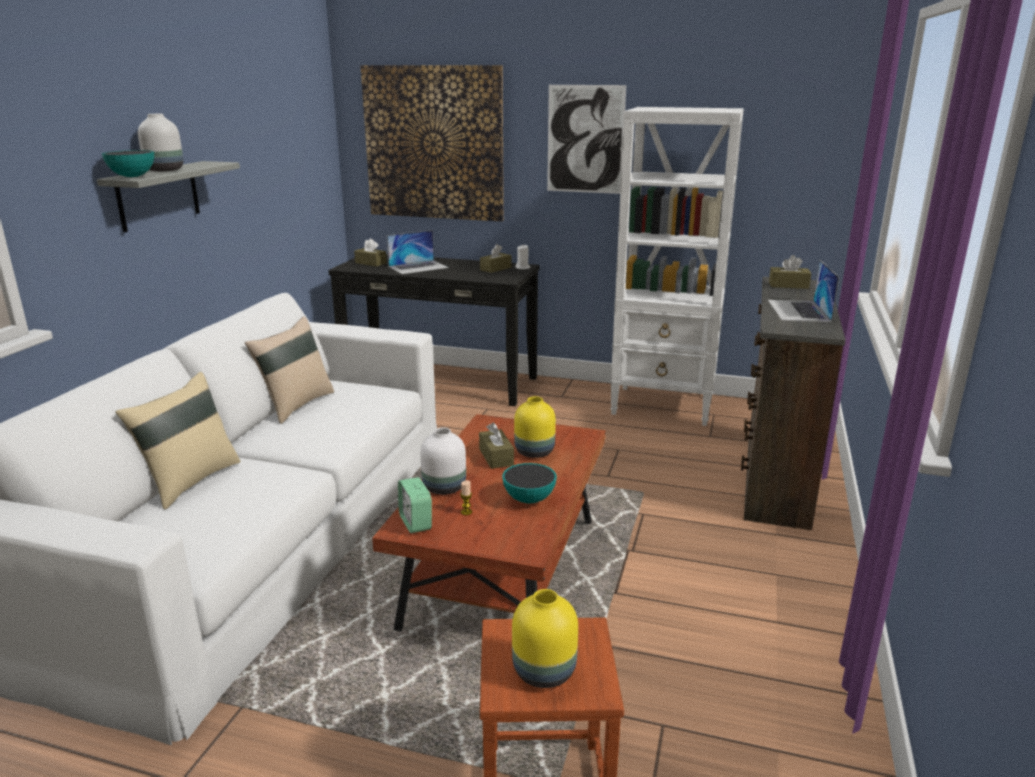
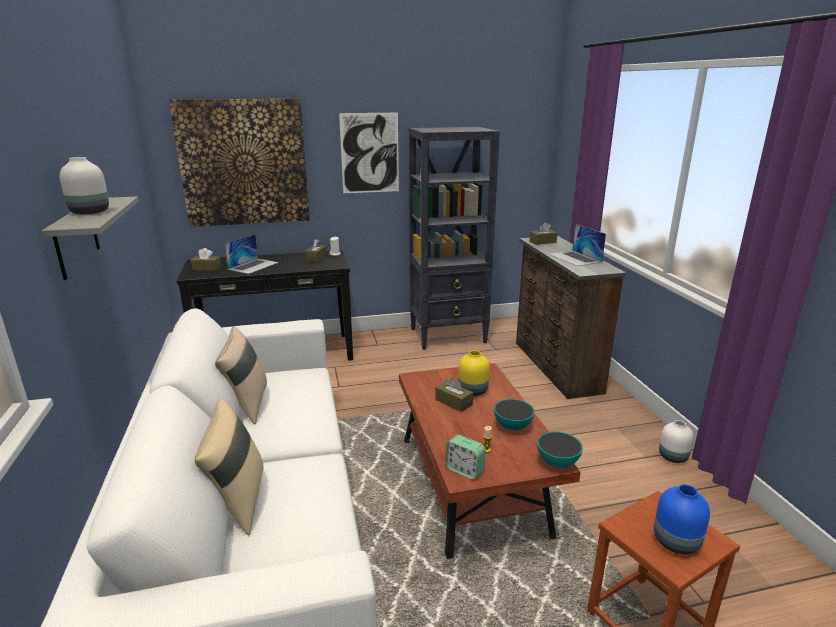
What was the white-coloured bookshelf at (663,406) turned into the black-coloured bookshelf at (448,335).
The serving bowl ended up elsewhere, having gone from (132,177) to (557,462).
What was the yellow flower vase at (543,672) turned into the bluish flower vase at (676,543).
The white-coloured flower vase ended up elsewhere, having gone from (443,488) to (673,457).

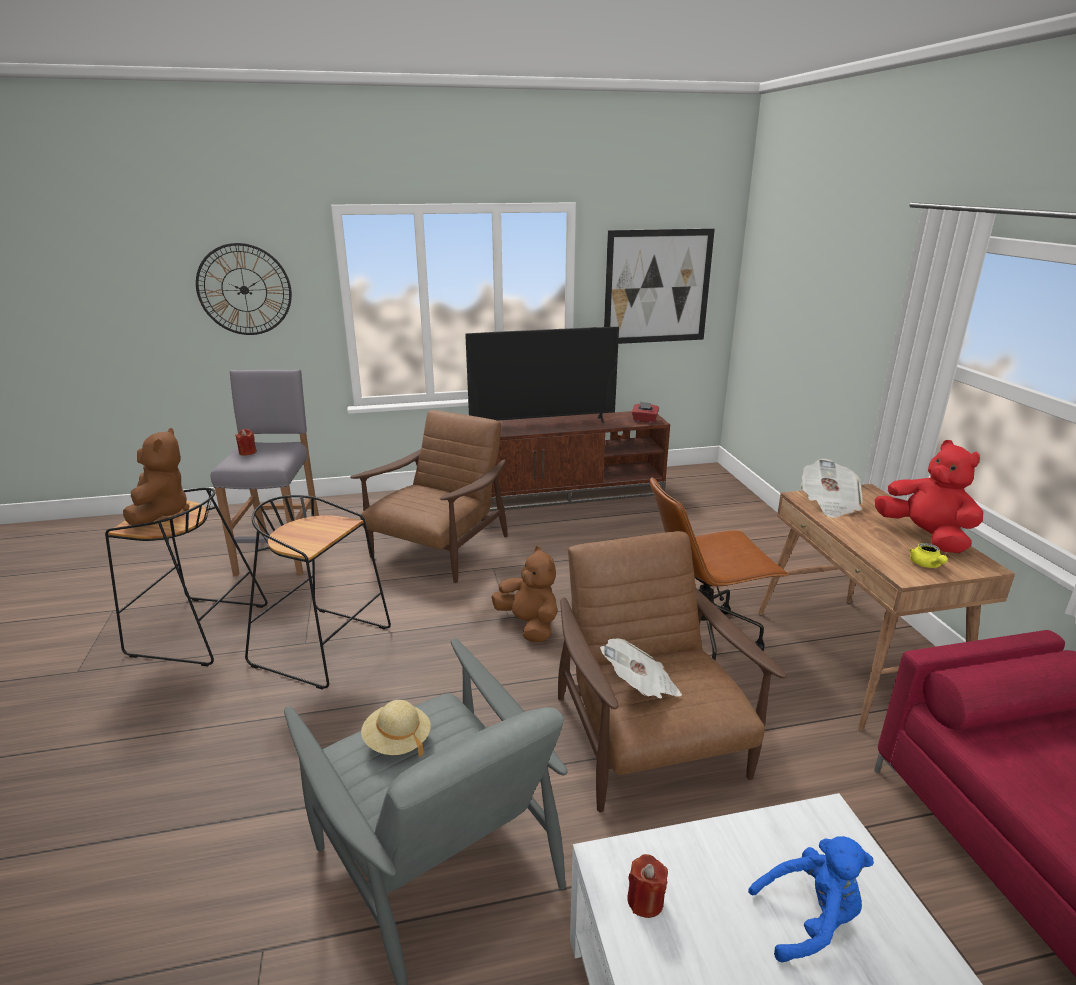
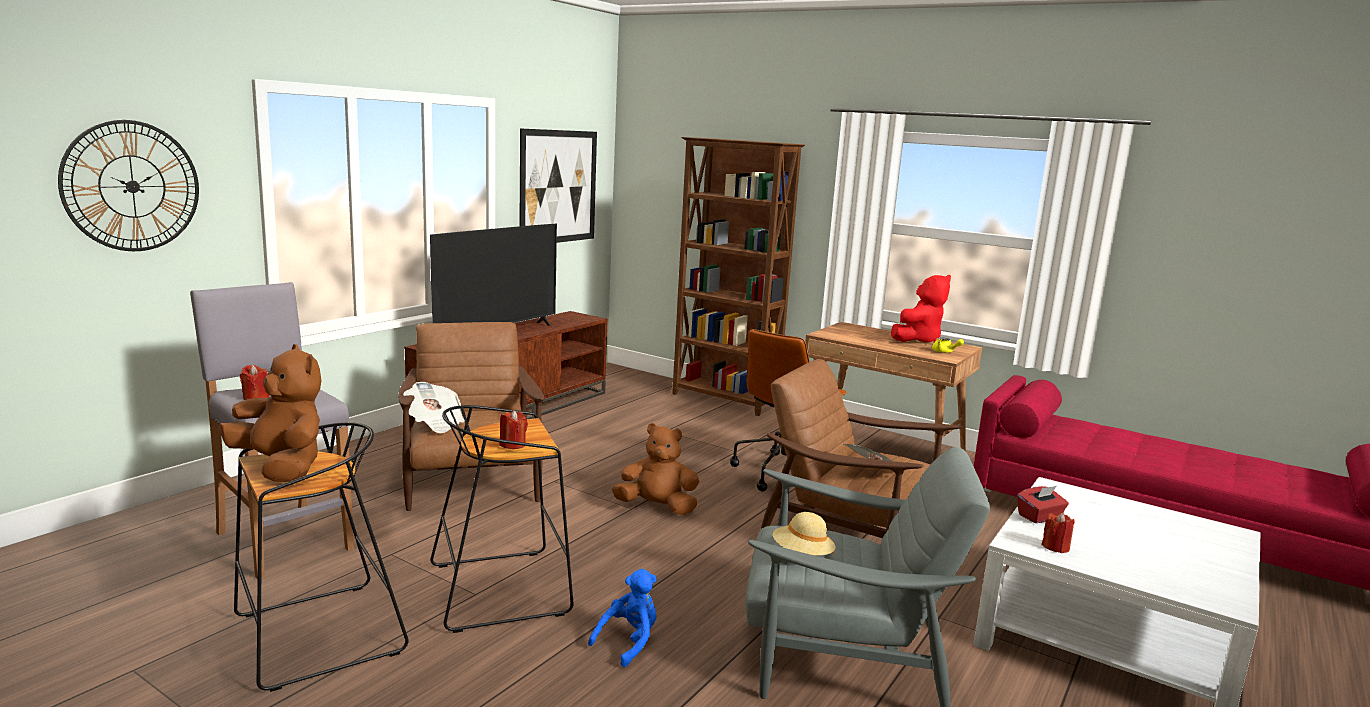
The daily paper ended up elsewhere, having gone from (829,504) to (435,423).
The second view gained the red-coloured wax candle at (513,444).
The bluish cuddly toy ended up elsewhere, having gone from (809,919) to (629,642).
The second view gained the brown bookshelf at (725,400).
The red-coloured cuddly toy at (925,536) ended up facing another way, 120 degrees clockwise from before.
The red-coloured box of tissues ended up elsewhere, having gone from (644,420) to (1040,517).

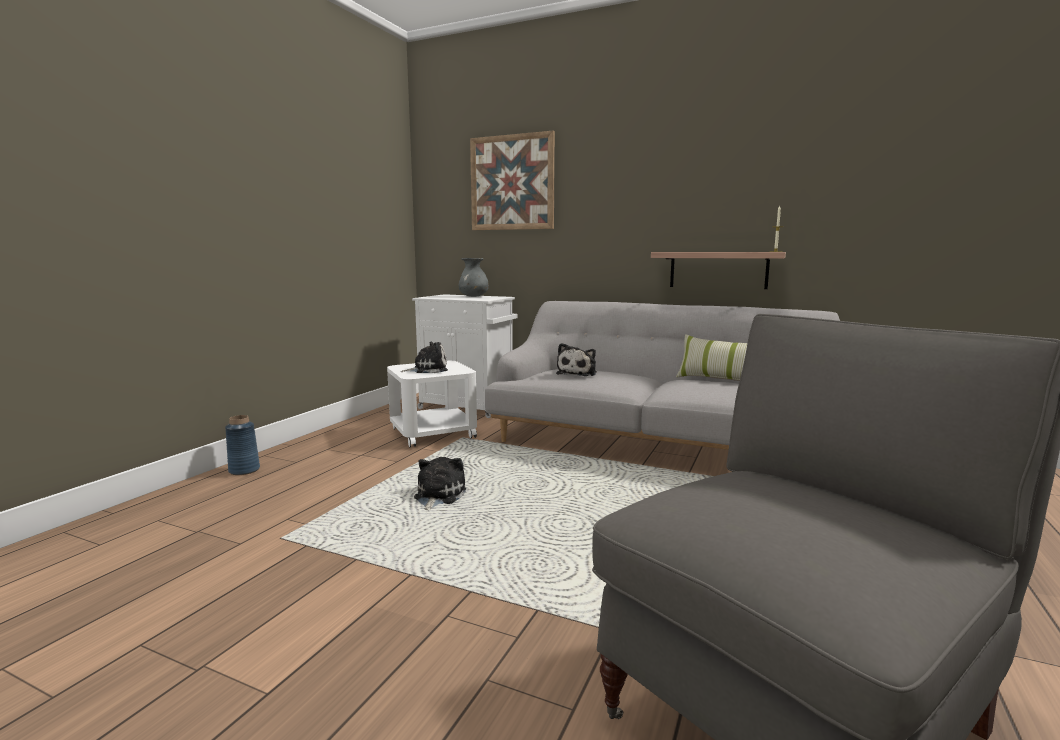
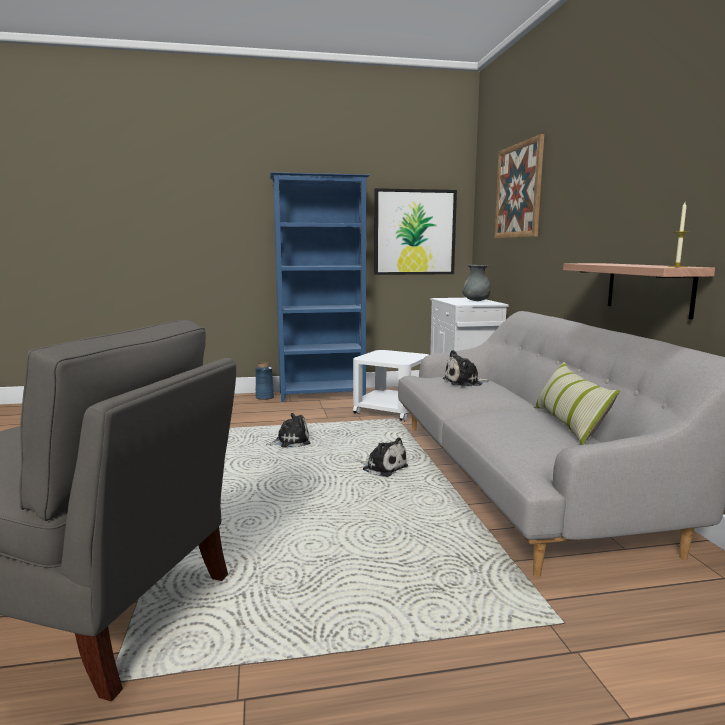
The second view gained the bluish bookshelf at (323,395).
The cuddly toy ended up elsewhere, having gone from (428,369) to (383,467).
The second view gained the wall art at (414,232).

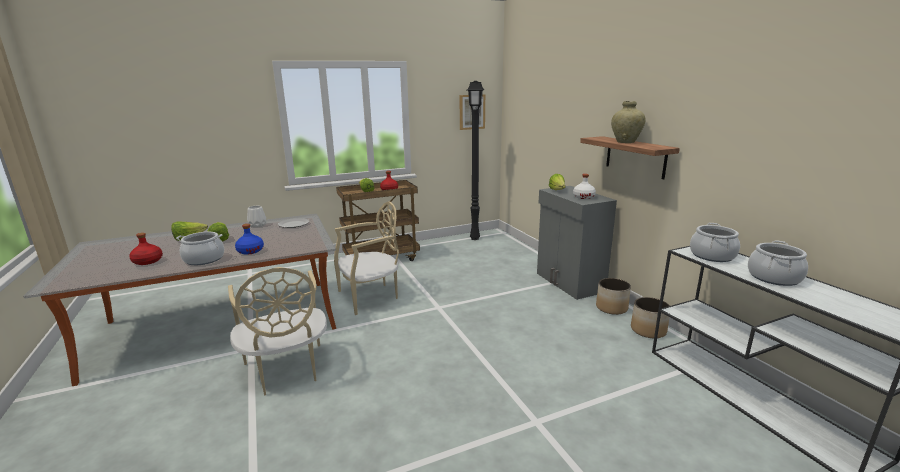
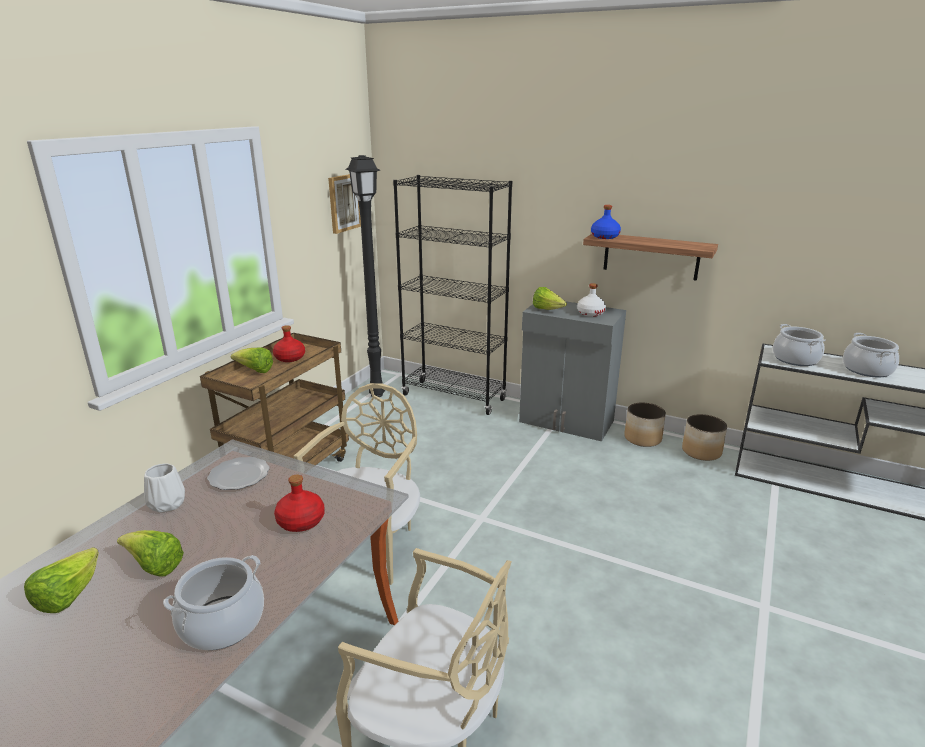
The red-coloured drink bottle ended up elsewhere, having gone from (148,261) to (300,521).
The second view gained the black-coloured bookshelf at (454,397).
The bluish drink bottle ended up elsewhere, having gone from (250,251) to (604,237).
The second view lost the beige-coloured flower vase at (625,142).

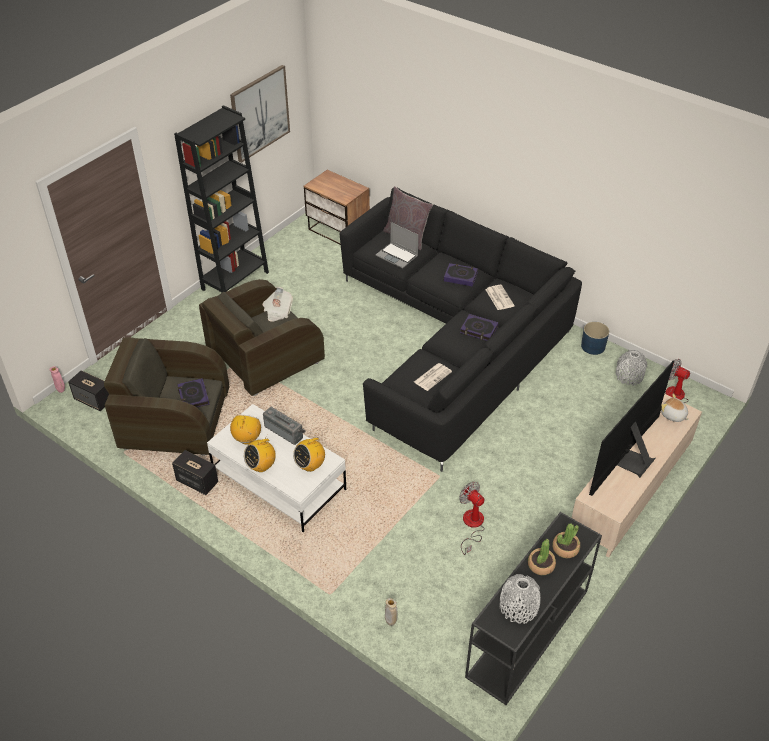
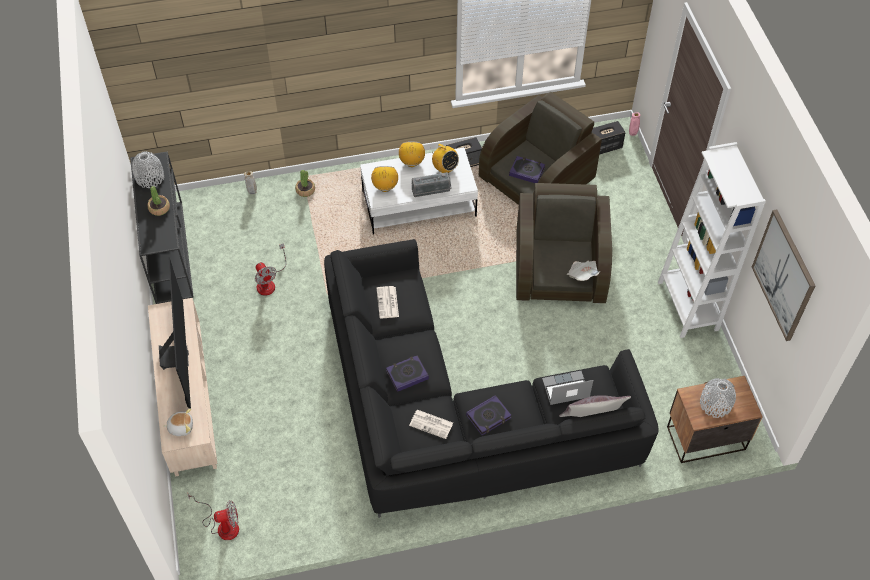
The fan at (472,525) ended up facing another way, 60 degrees clockwise from before.
The plant in a pot ended up elsewhere, having gone from (565,548) to (305,190).
What was the black-coloured bookshelf at (235,281) turned into the white-coloured bookshelf at (688,306).
The greyish flower vase ended up elsewhere, having gone from (629,376) to (715,404).
The second view lost the bluish flower pot at (593,346).

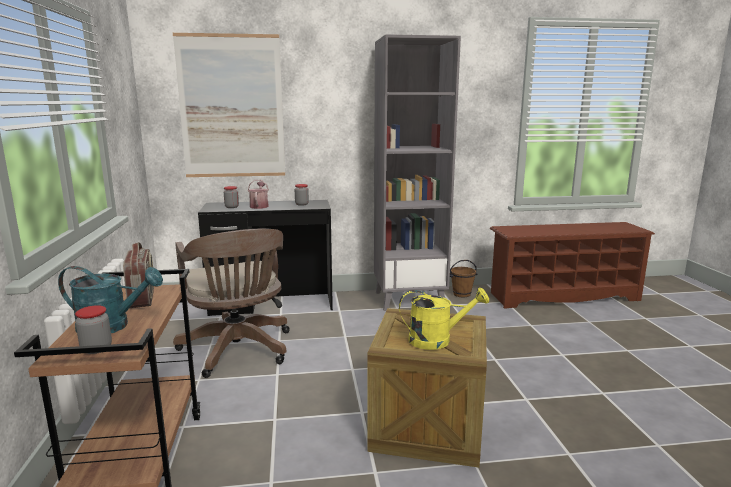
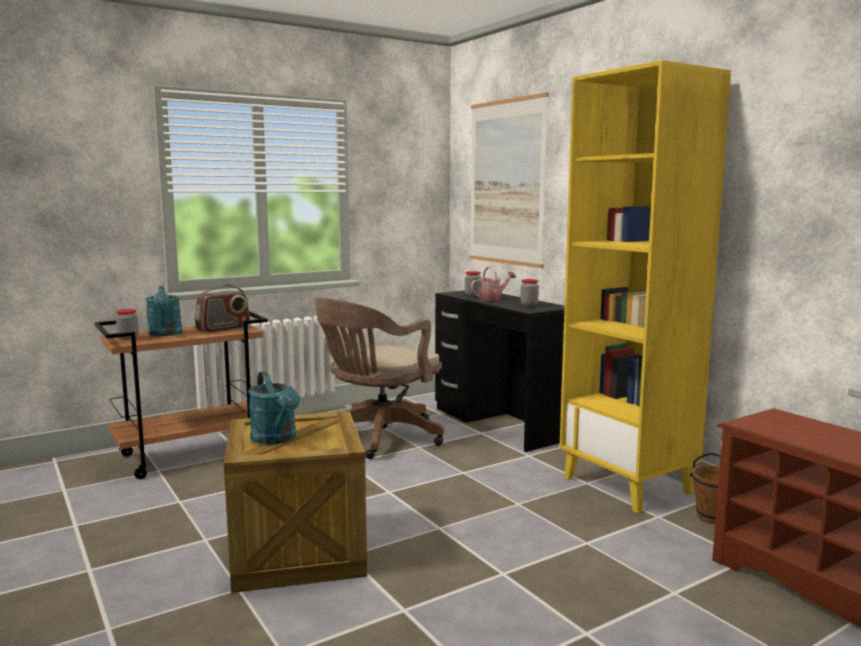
What was the yellow sprinkling can at (437,340) turned into the turquoise sprinkling can at (276,439).
What was the greyish bookshelf at (409,299) turned into the yellow bookshelf at (628,485).

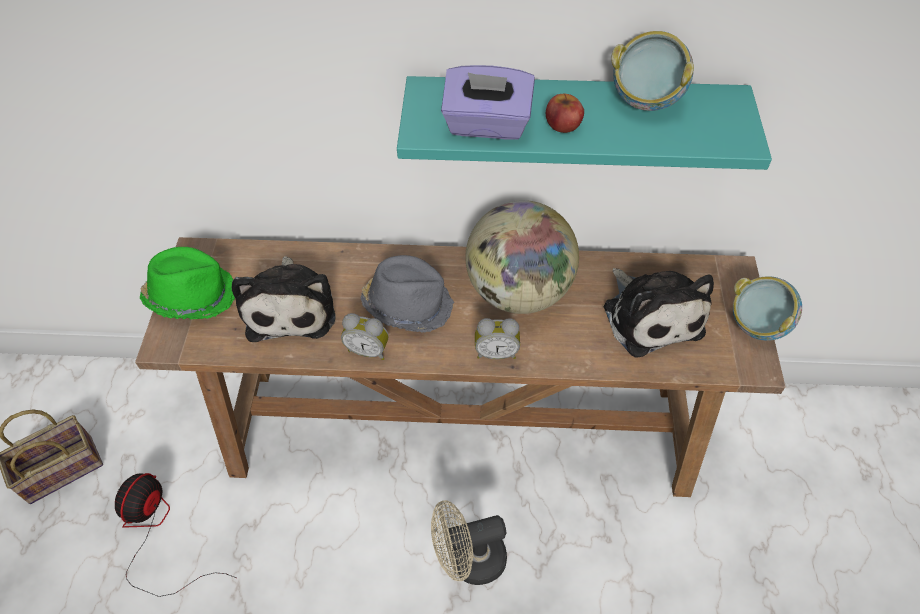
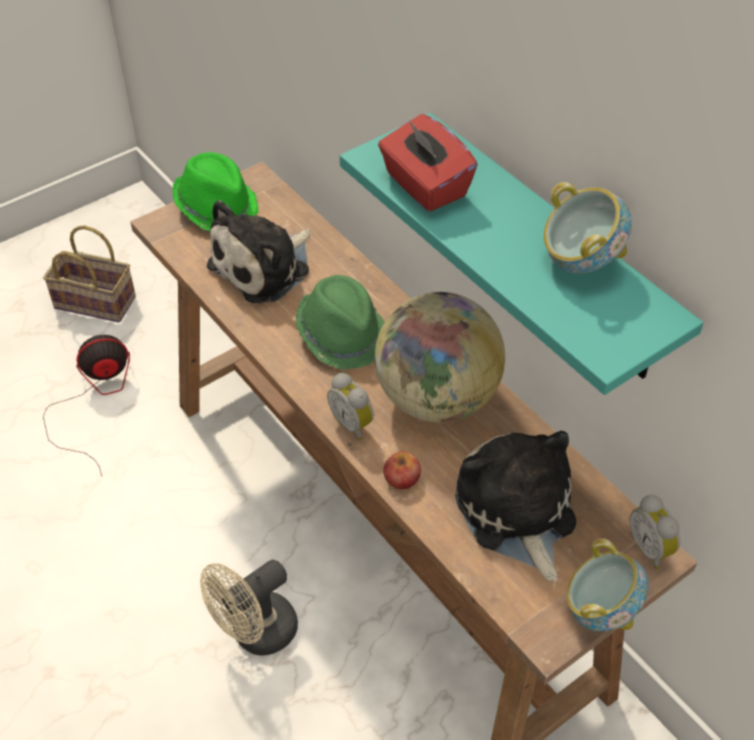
The beige-coloured fan at (468,560) ended up facing another way, 75 degrees counterclockwise from before.
What was the greyish clothing hat at (408,304) turned into the green clothing hat at (342,334).
What was the purple-coloured box of tissues at (486,125) turned into the red-coloured box of tissues at (424,186).
The apple fruit ended up elsewhere, having gone from (563,124) to (401,478).
The cuddly toy at (650,315) ended up facing another way, 135 degrees clockwise from before.
The table clock ended up elsewhere, having gone from (368,349) to (651,548).

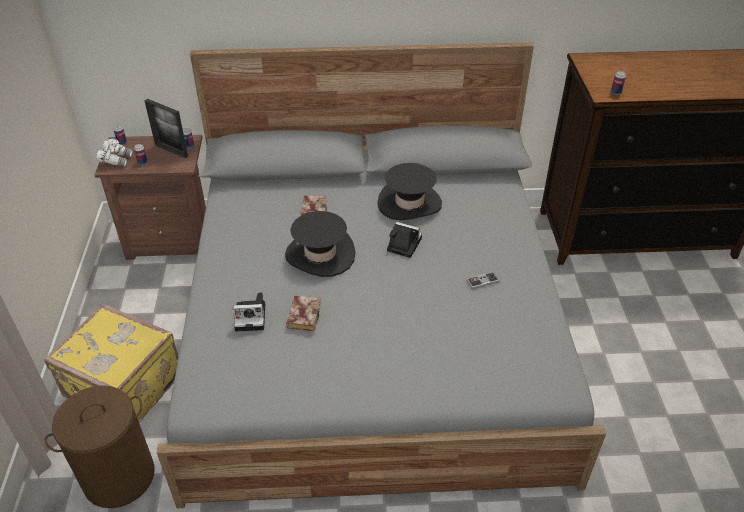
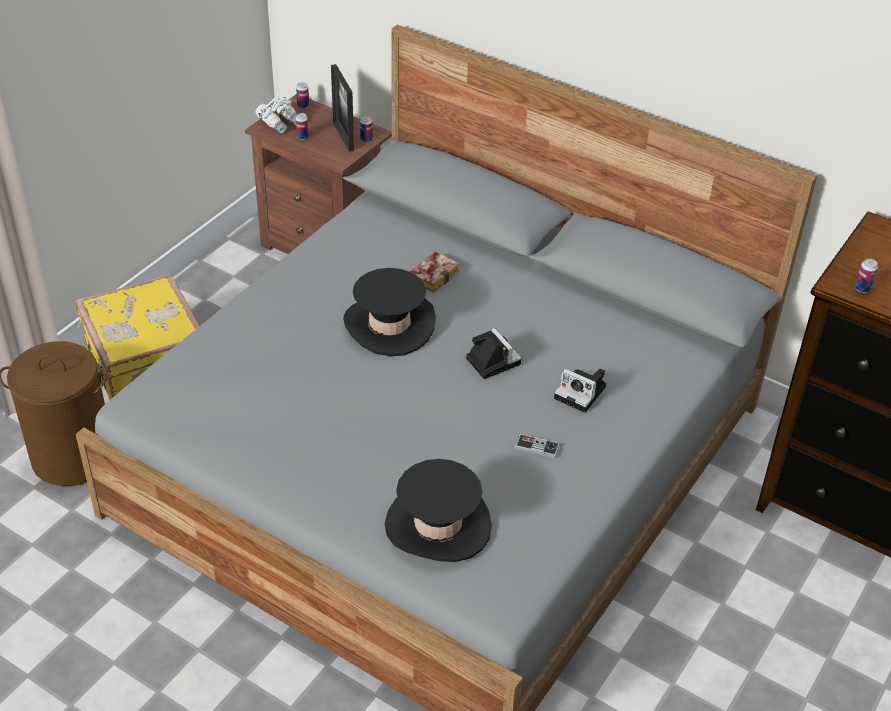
The black-coloured clothing hat ended up elsewhere, having gone from (409,203) to (438,525).
The still camera ended up elsewhere, having gone from (252,316) to (582,393).
The second view lost the volume at (303,315).

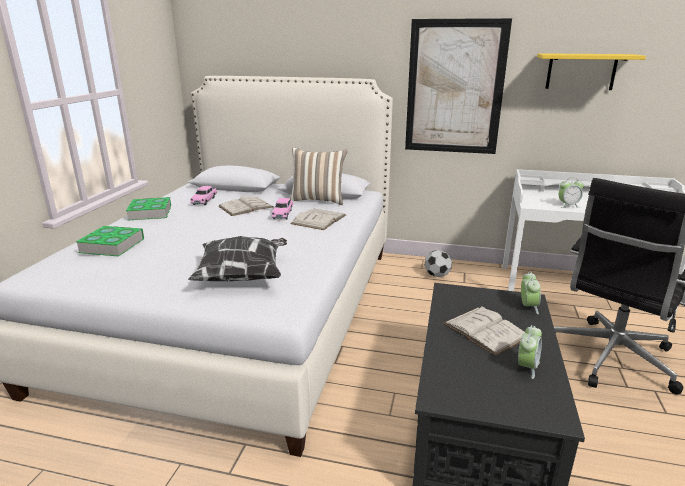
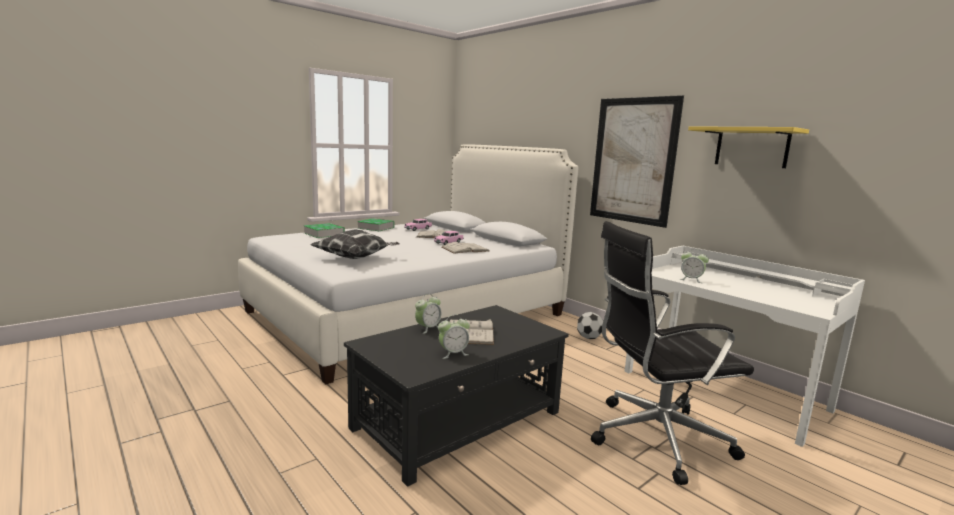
The table clock ended up elsewhere, having gone from (528,307) to (428,328).
The second view lost the throw pillow at (318,200).

